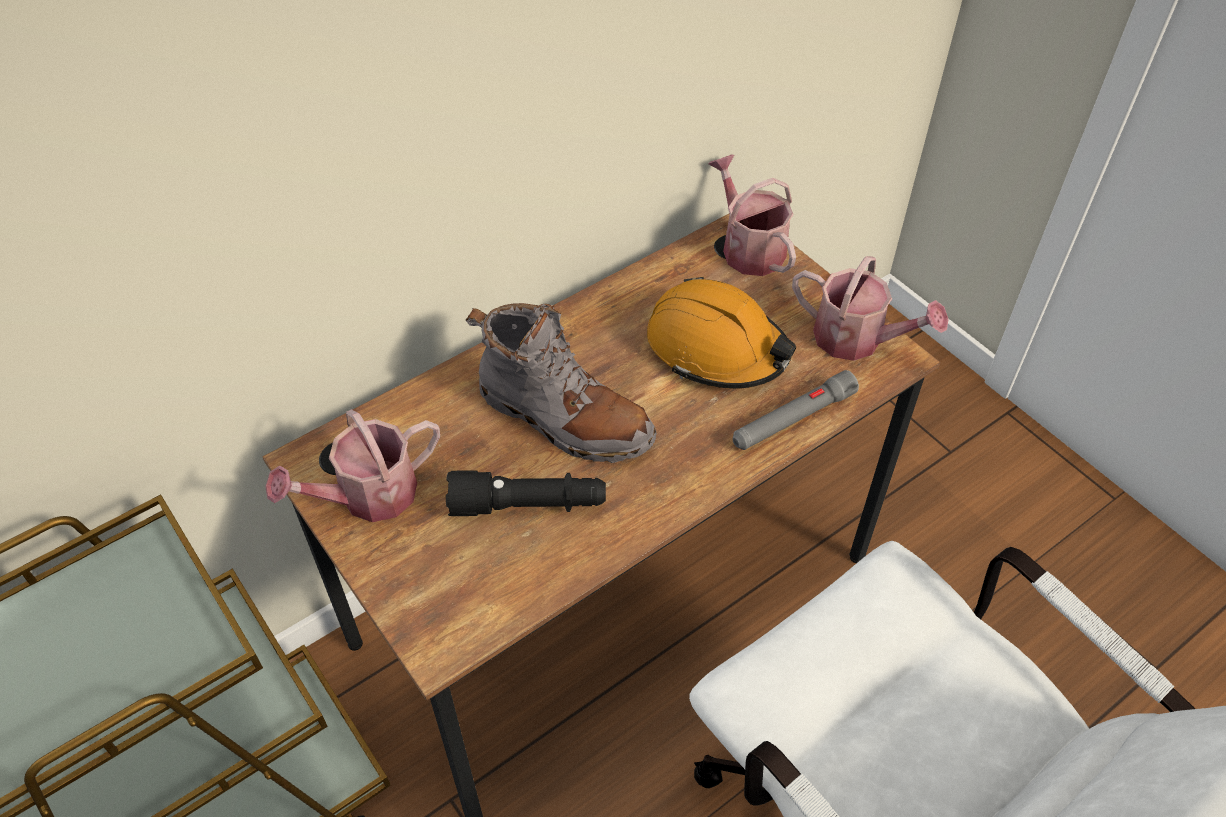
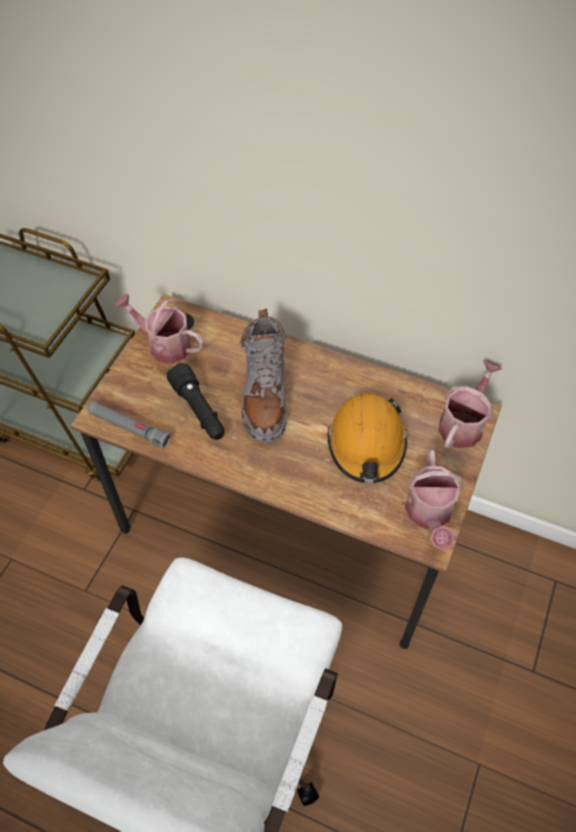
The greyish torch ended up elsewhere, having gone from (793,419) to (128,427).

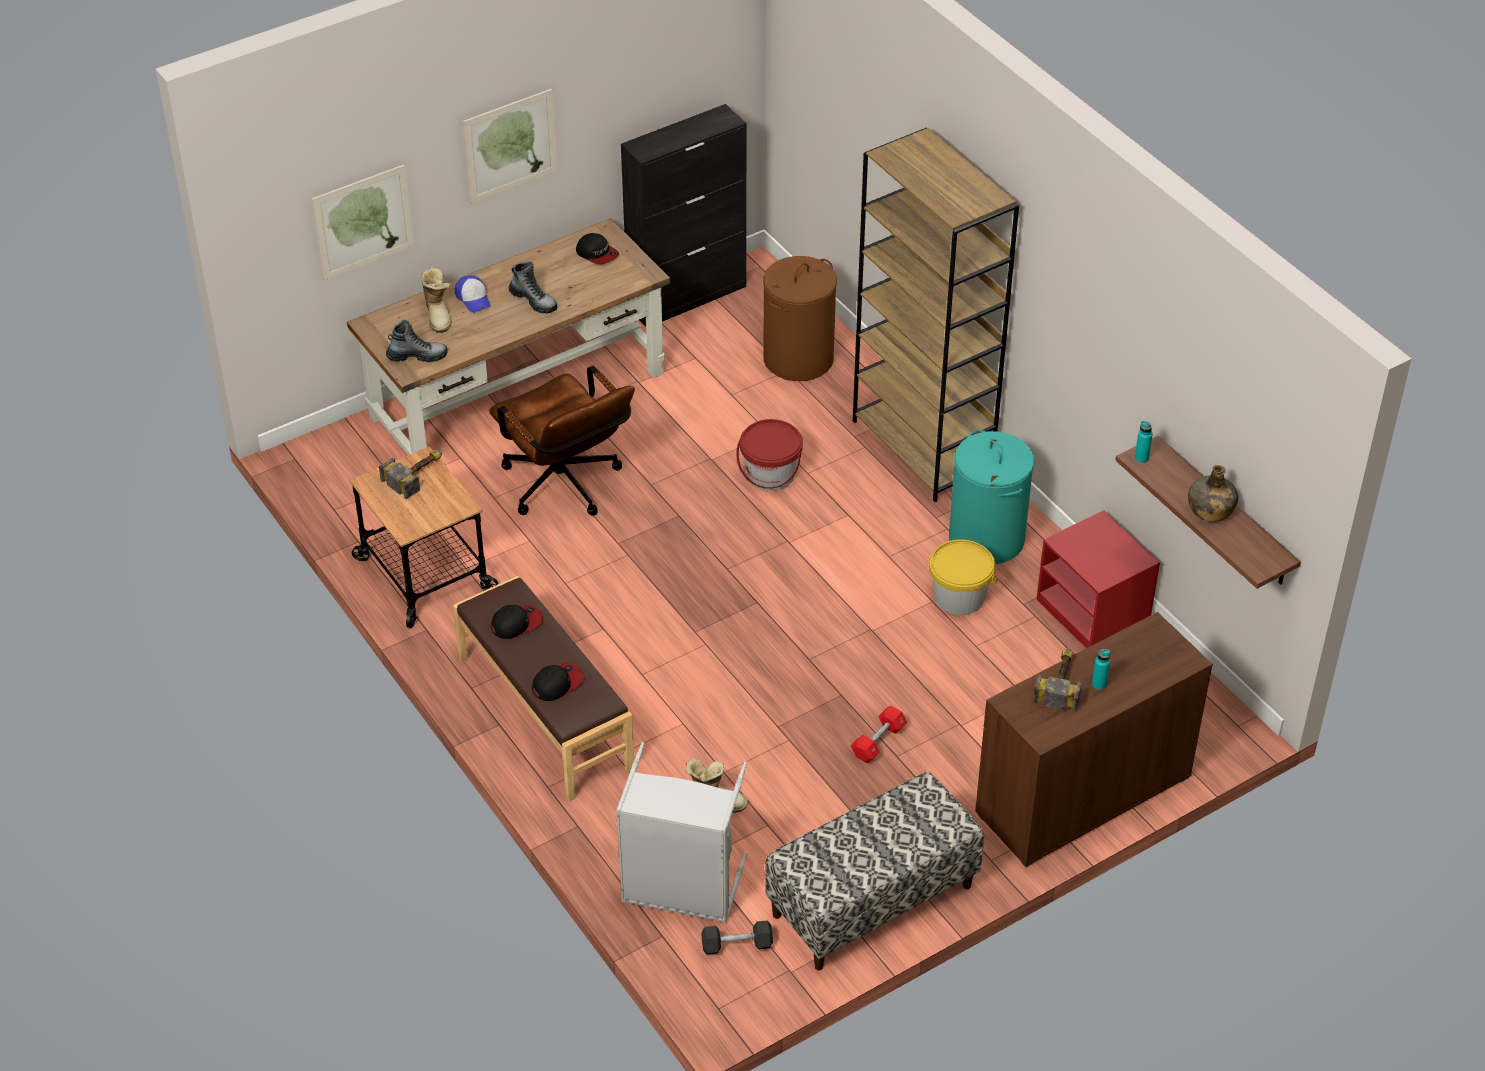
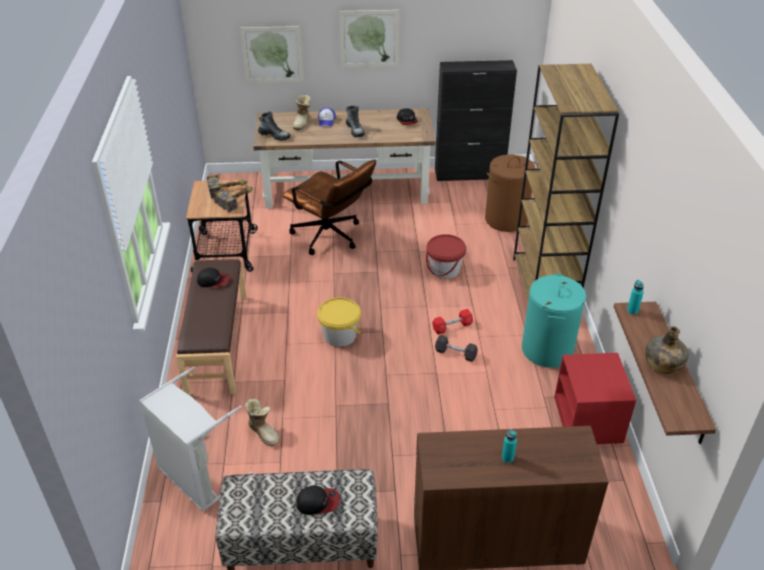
The tool hammer ended up elsewhere, having gone from (1060,681) to (237,200).
The brown office chair at (566,488) ended up facing another way, 45 degrees counterclockwise from before.
The cap ended up elsewhere, having gone from (557,684) to (318,502).
The yellow bucket ended up elsewhere, having gone from (959,597) to (340,335).
The red-coloured free weight ended up elsewhere, having gone from (878,742) to (452,327).
The black-coloured free weight ended up elsewhere, having gone from (737,945) to (455,353).

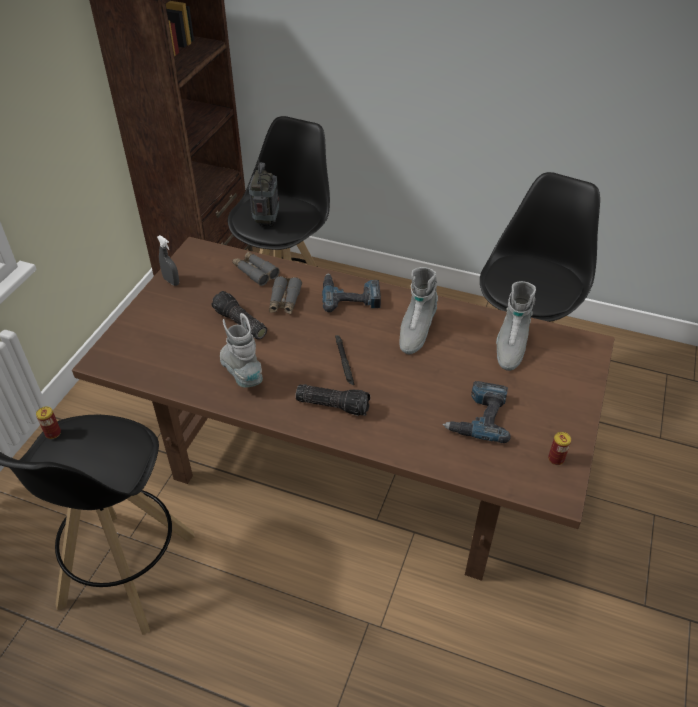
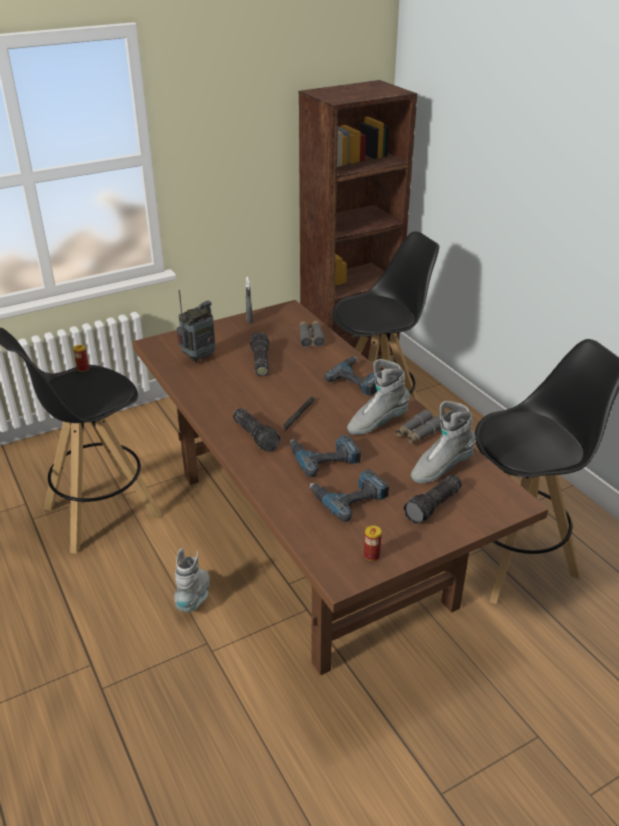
The greyish boot ended up elsewhere, having gone from (242,373) to (195,597).
The radio receiver ended up elsewhere, having gone from (266,221) to (199,358).
The second view gained the electric drill at (324,457).
The greyish field glasses ended up elsewhere, having gone from (284,301) to (418,433).
The second view gained the torch at (434,506).

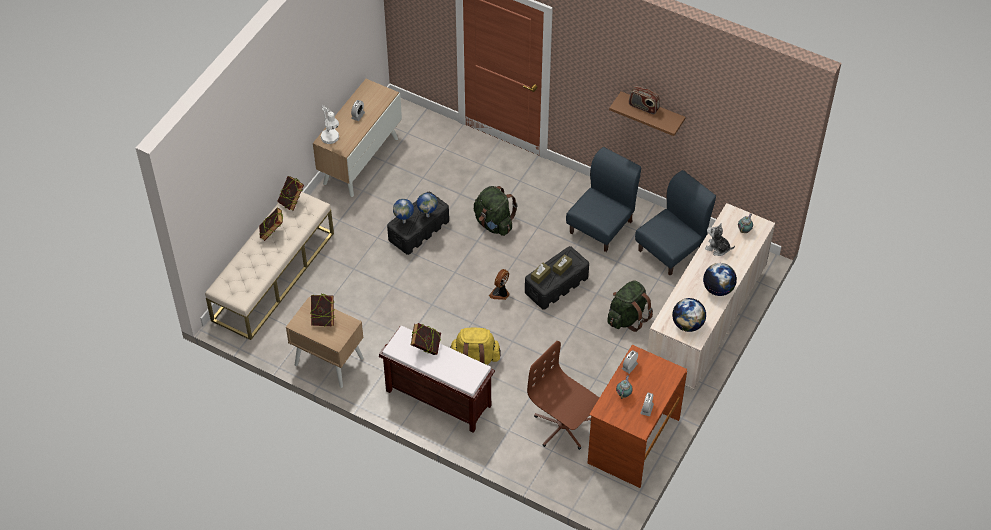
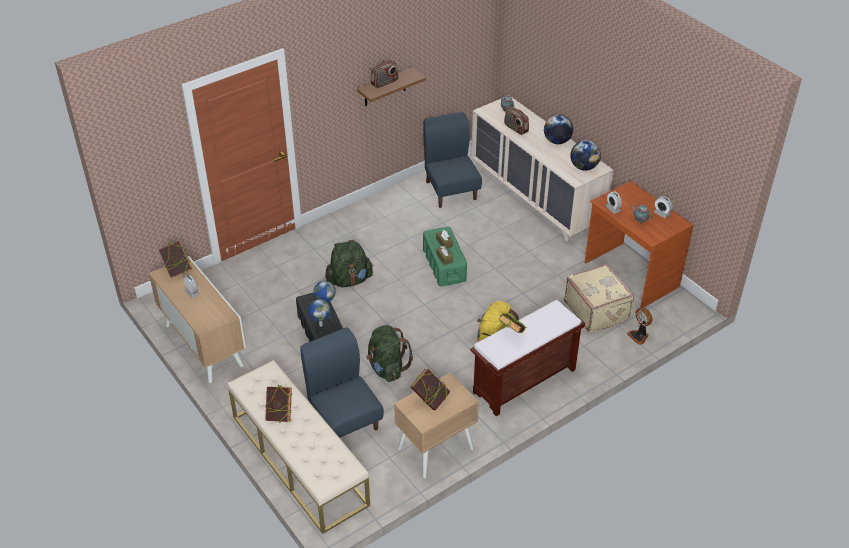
The volume ended up elsewhere, having gone from (292,202) to (177,270).
The bluish upright chair ended up elsewhere, having gone from (601,227) to (344,420).
The green knapsack ended up elsewhere, having gone from (627,317) to (387,368).
What was the black-coloured storage bin at (556,285) turned into the green storage bin at (444,265).
Where the cuddly toy stood at (717,248), the radio receiver came to stand at (516,128).
Where the brown office chair stood at (563,427), the beige-coloured travel case came to stand at (597,311).
The fan ended up elsewhere, having gone from (500,293) to (639,336).
The second view lost the white-coloured tabletop lamp at (331,140).

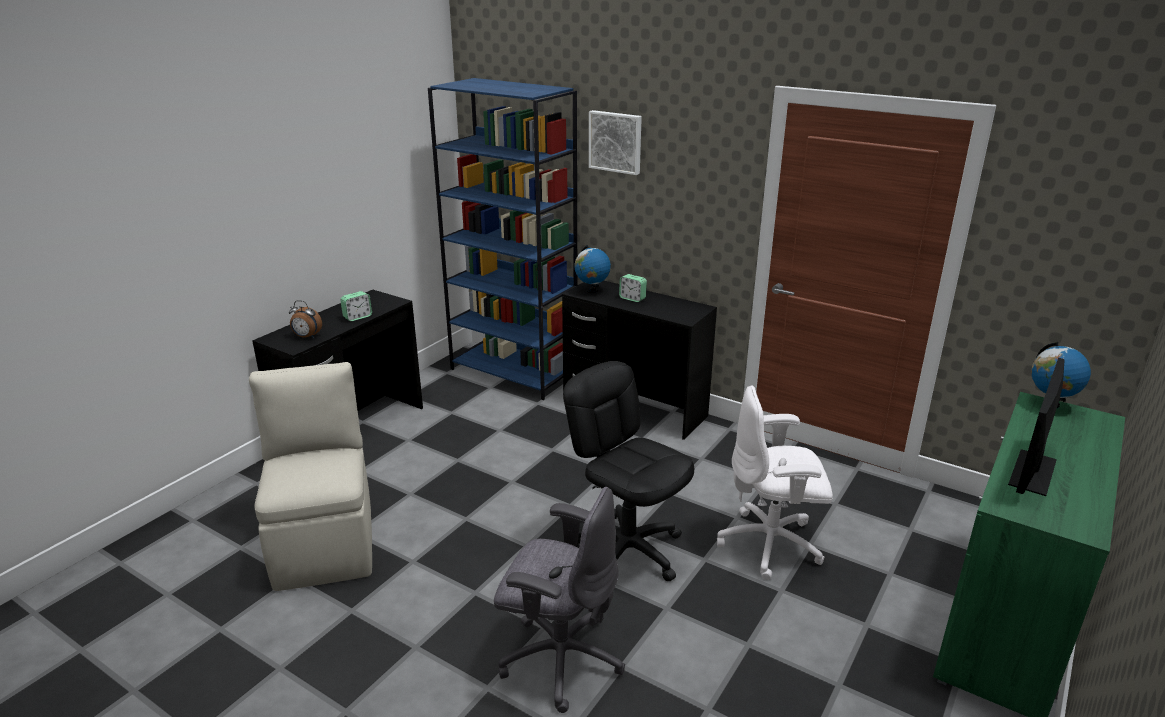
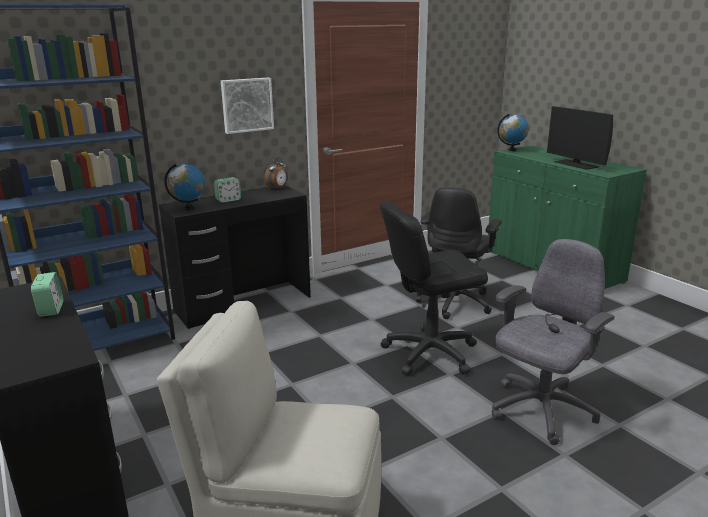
The wall art ended up elsewhere, having gone from (616,142) to (246,105).
The table clock ended up elsewhere, having gone from (306,337) to (278,188).
What was the white-coloured office chair at (771,544) turned into the black-coloured office chair at (455,302).

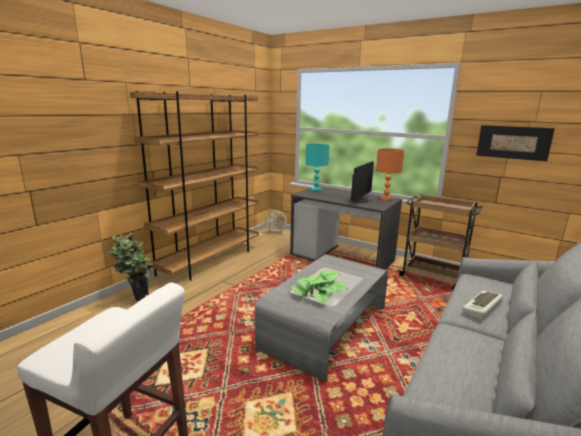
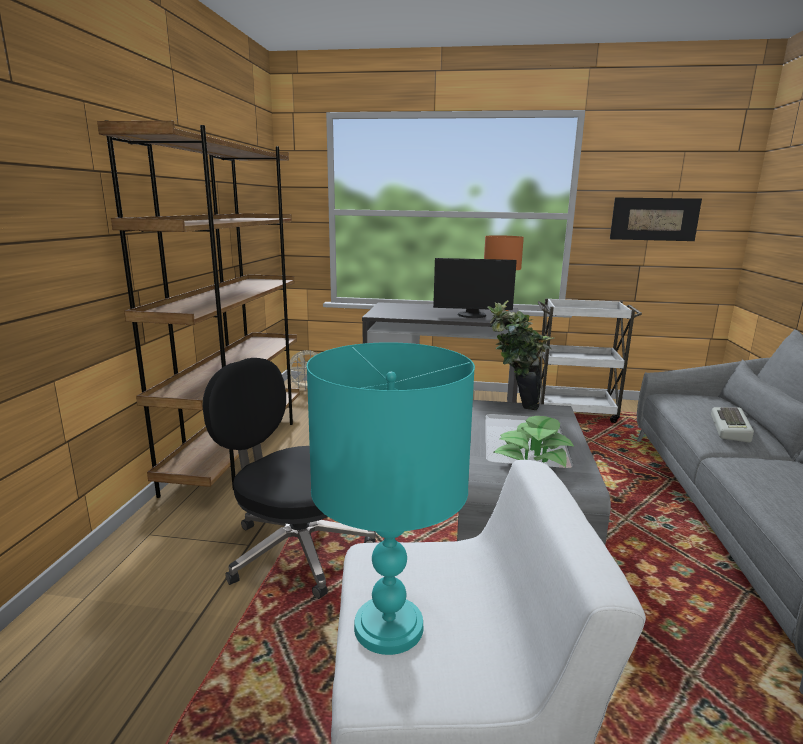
The second view gained the black-coloured office chair at (295,549).
The turquoise tabletop lamp ended up elsewhere, having gone from (315,189) to (388,628).
The computer display at (359,200) ended up facing another way, 90 degrees clockwise from before.
The plant in a pot ended up elsewhere, having gone from (136,297) to (513,406).
What was the brown wheeled cart at (433,277) turned into the white-coloured wheeled cart at (574,411).

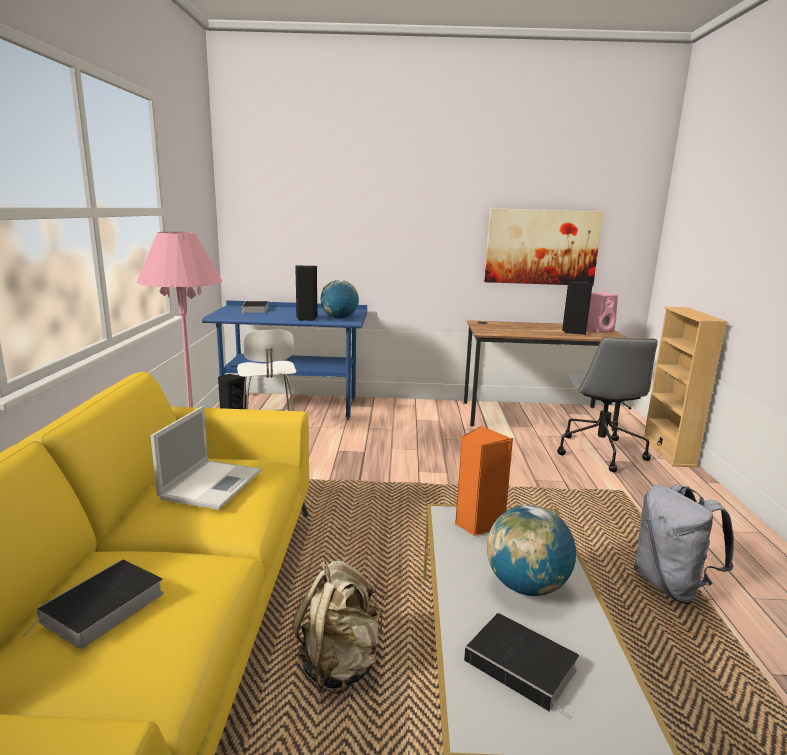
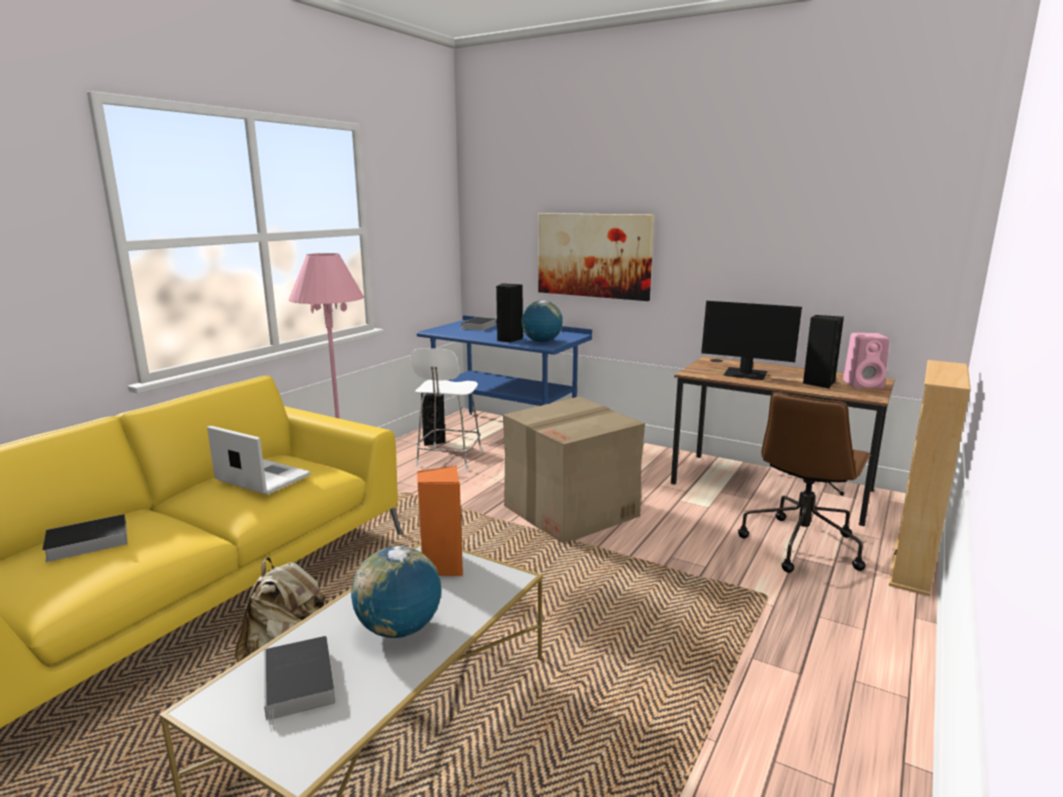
The laptop at (212,483) ended up facing another way, 105 degrees counterclockwise from before.
The second view gained the packing box at (571,510).
The wall art ended up elsewhere, having gone from (541,247) to (593,255).
The second view gained the computer display at (745,374).
What was the greyish office chair at (598,451) turned into the brown office chair at (801,544).
The second view lost the greyish knapsack at (671,586).

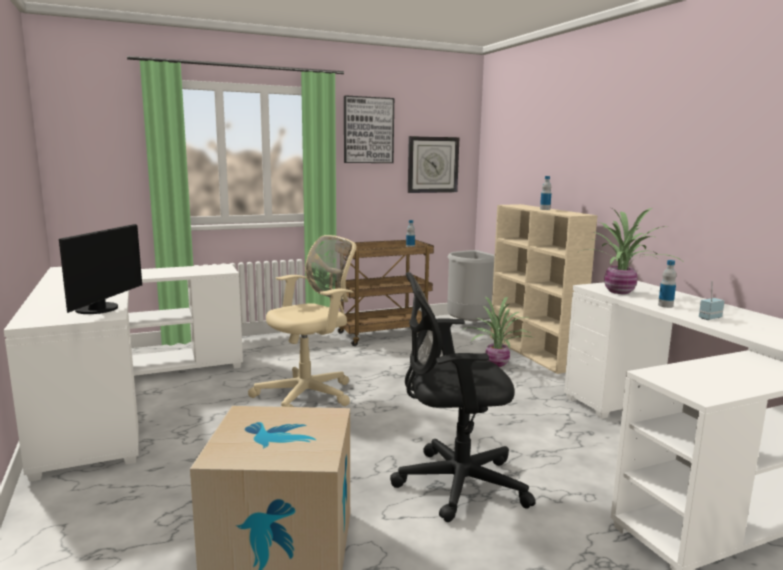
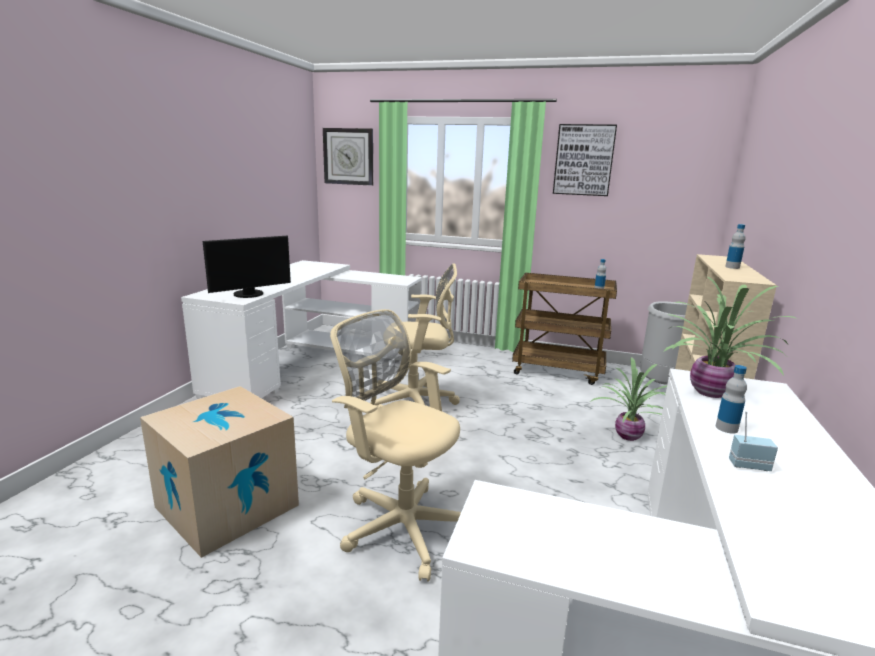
The hanging clock ended up elsewhere, having gone from (432,164) to (348,156).
What was the black-coloured office chair at (454,484) turned into the beige-coloured office chair at (400,525).

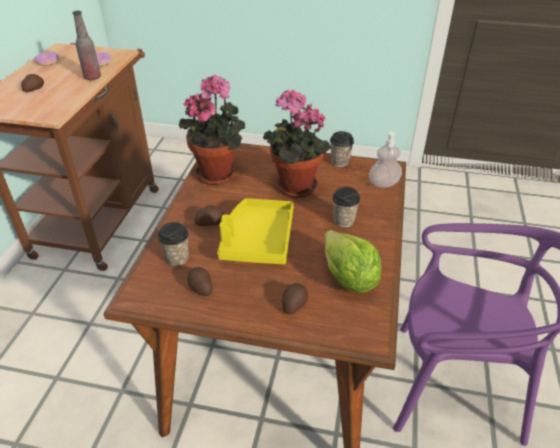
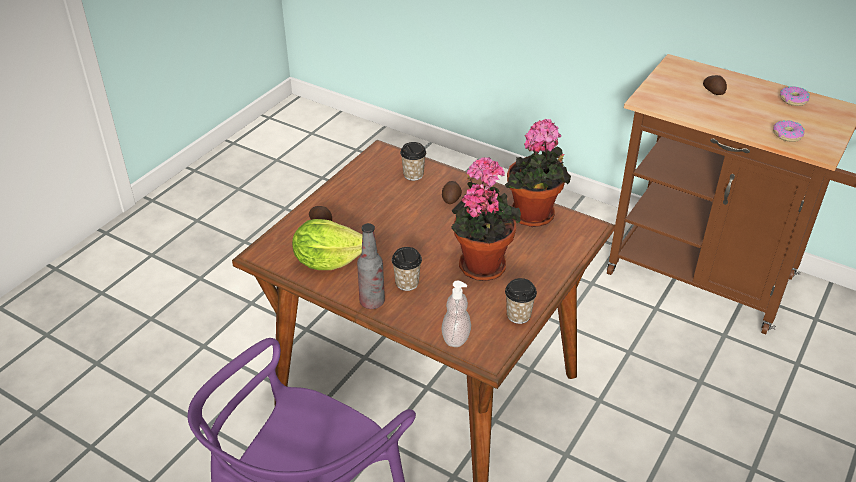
The drink bottle ended up elsewhere, having gone from (92,77) to (372,302).
The second view lost the potato at (200,288).
The second view lost the yellow serving tray at (257,240).

